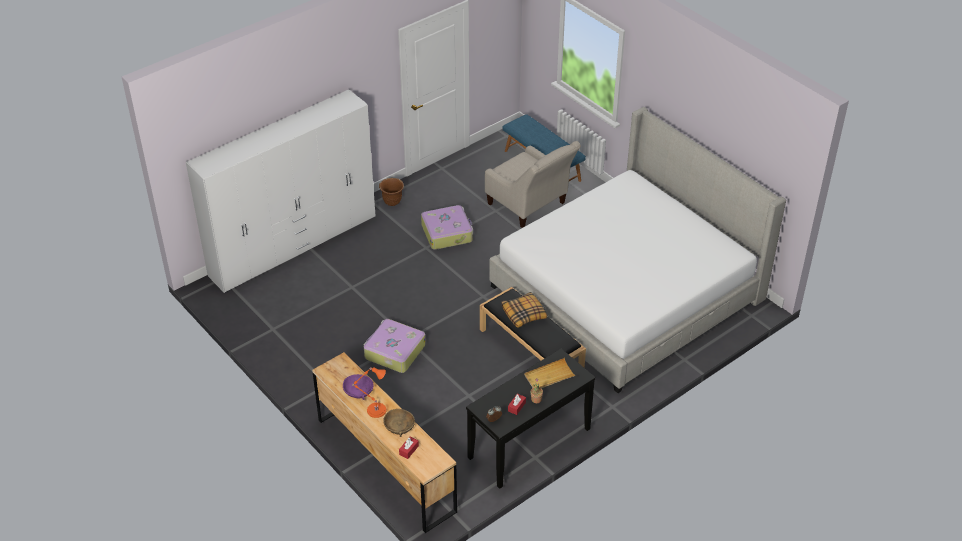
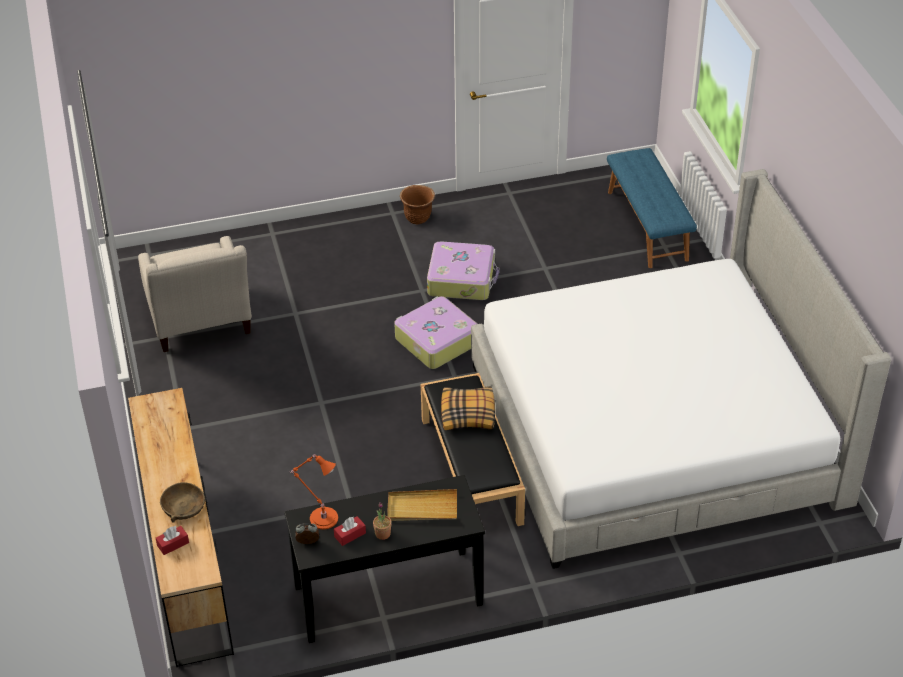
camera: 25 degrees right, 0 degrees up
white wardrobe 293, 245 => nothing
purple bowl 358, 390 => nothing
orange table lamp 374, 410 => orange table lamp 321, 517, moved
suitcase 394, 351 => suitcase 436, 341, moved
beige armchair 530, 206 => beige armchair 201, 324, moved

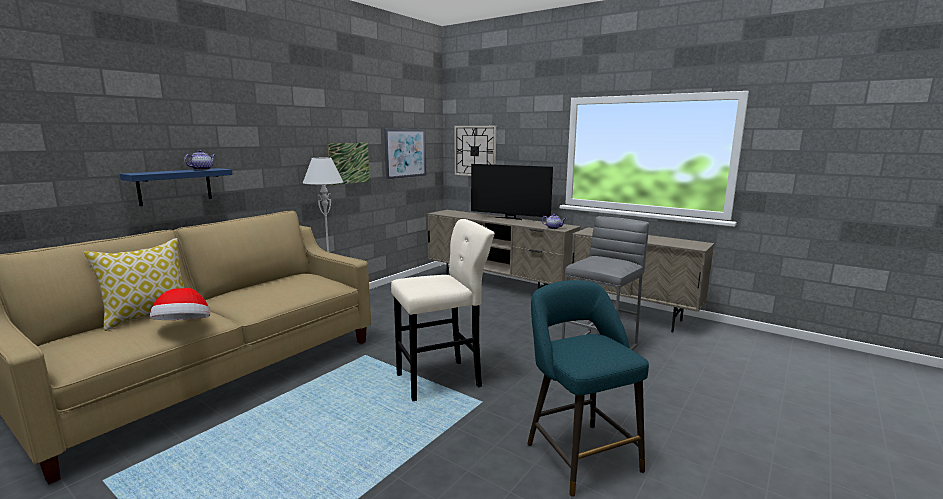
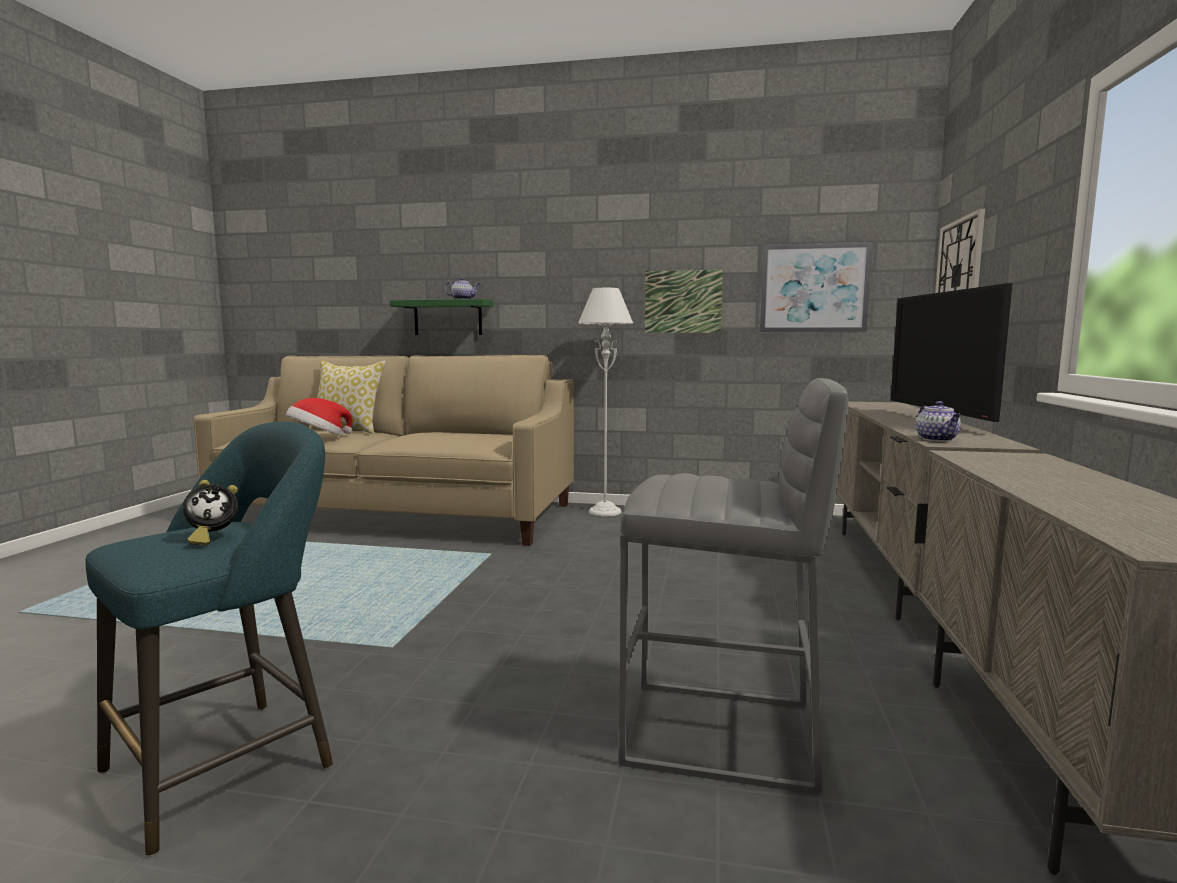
camera: 65 degrees right, 5 degrees down
beige stool 443, 379 => nothing
nothing => alarm clock 211, 538
blue shelf 175, 186 => green shelf 448, 318

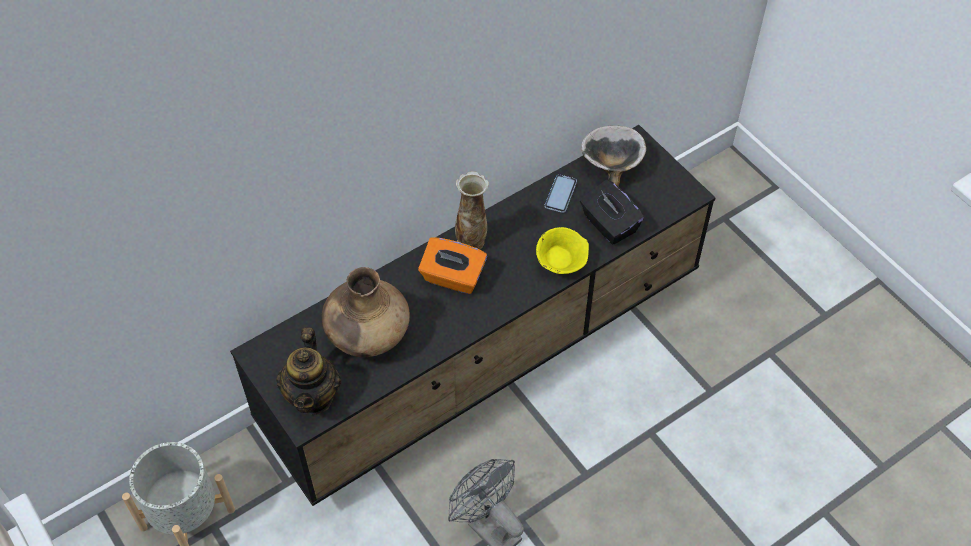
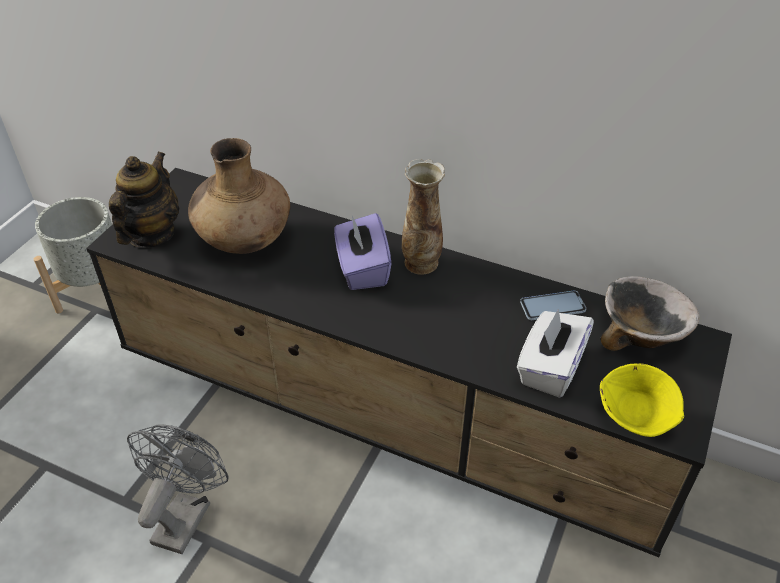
camera: 60 degrees right, 10 degrees down
yellow bowl 561, 264 => yellow bowl 635, 420, moved
orange tissue box 452, 278 => purple tissue box 362, 269
black tissue box 609, 225 => white tissue box 550, 368
teapot 313, 396 => teapot 151, 234, 135 degrees clockwise

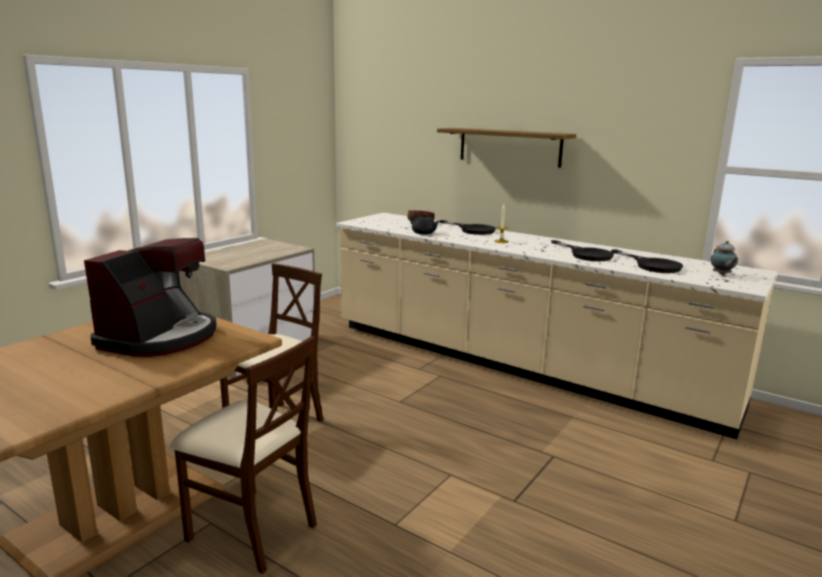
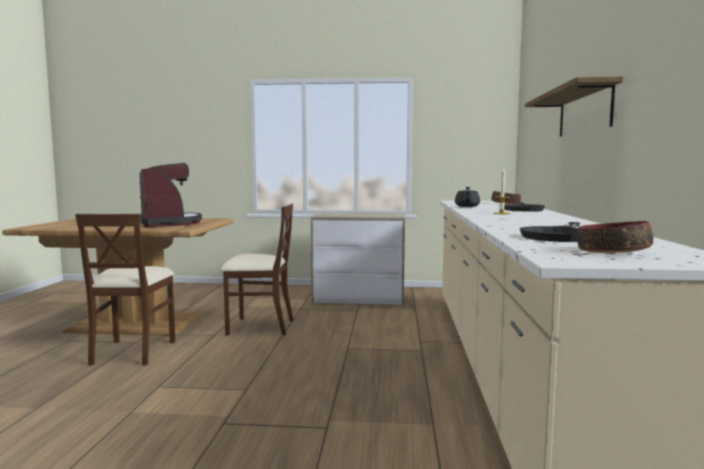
camera: 60 degrees right, 10 degrees down
black frying pan 586, 254 => nothing
teapot 721, 274 => bowl 612, 252
coffee machine 160, 337 => coffee machine 169, 223, 105 degrees counterclockwise

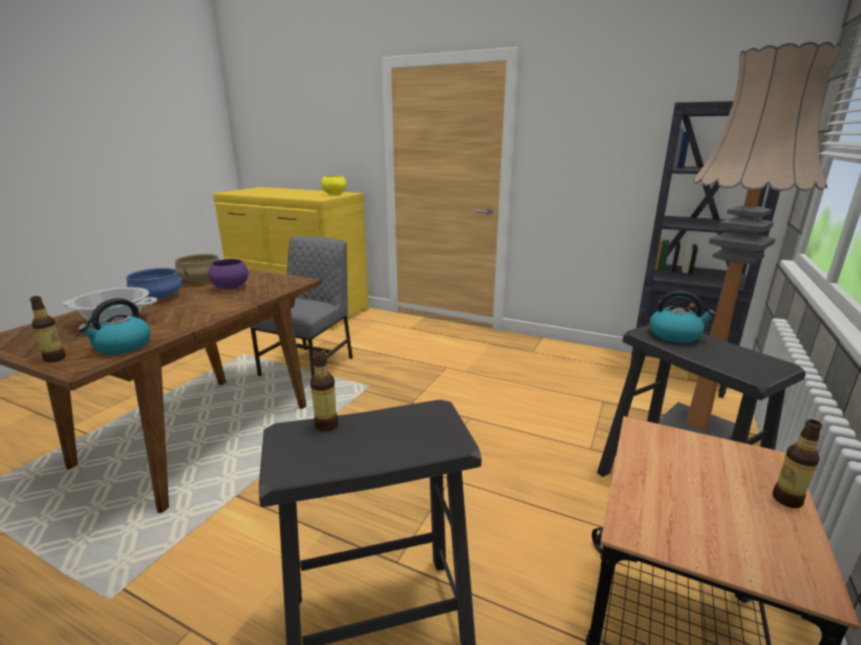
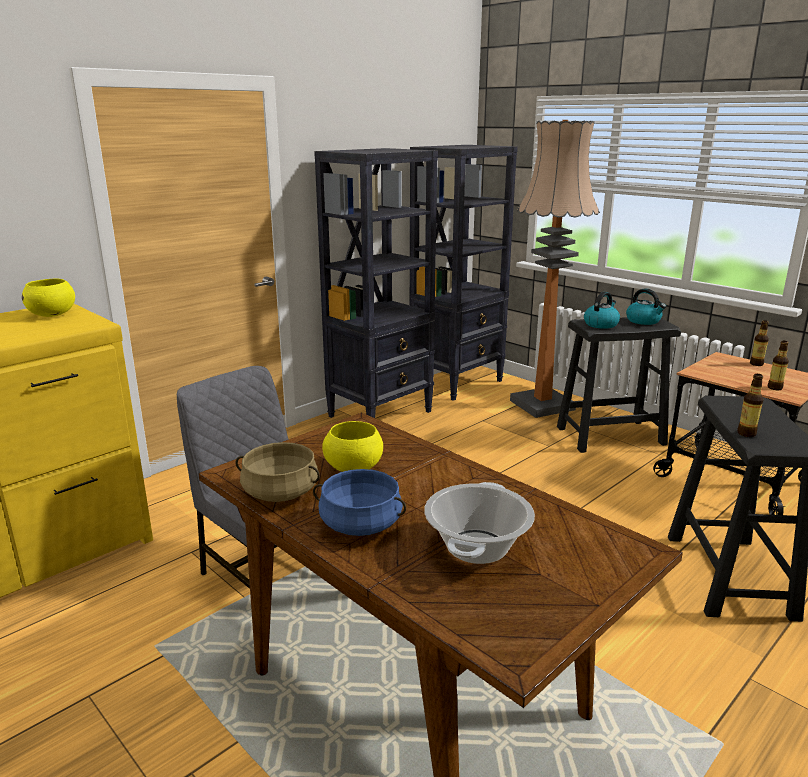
camera: 70 degrees left, 0 degrees up
nothing => black bookcase 381, 413
bottle 55, 358 => bottle 774, 388, moved
kettle 122, 346 => kettle 644, 321, moved
purple bowl 230, 288 => yellow bowl 353, 468

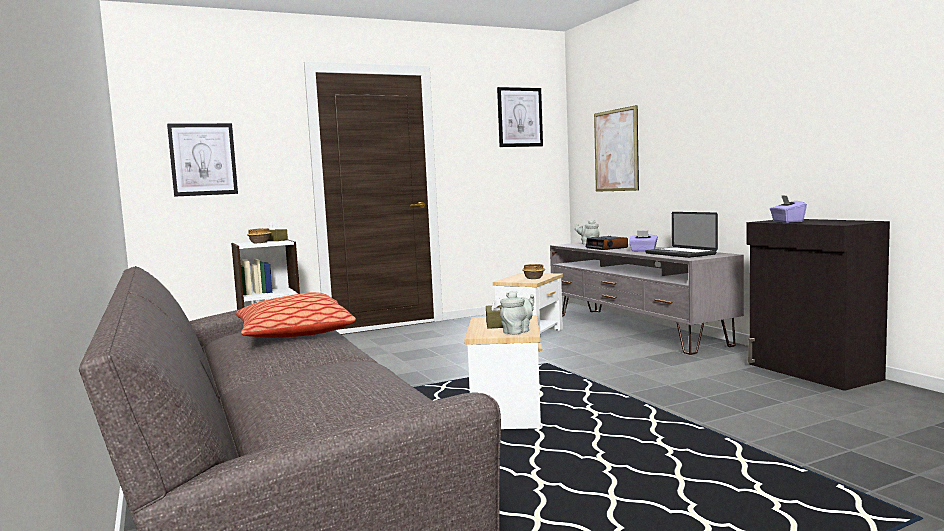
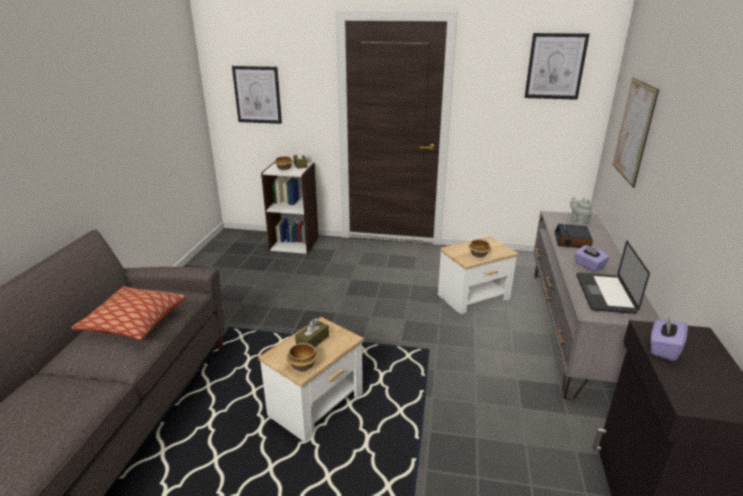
camera: 35 degrees right, 20 degrees up
grey teapot 518, 331 => bowl 302, 365

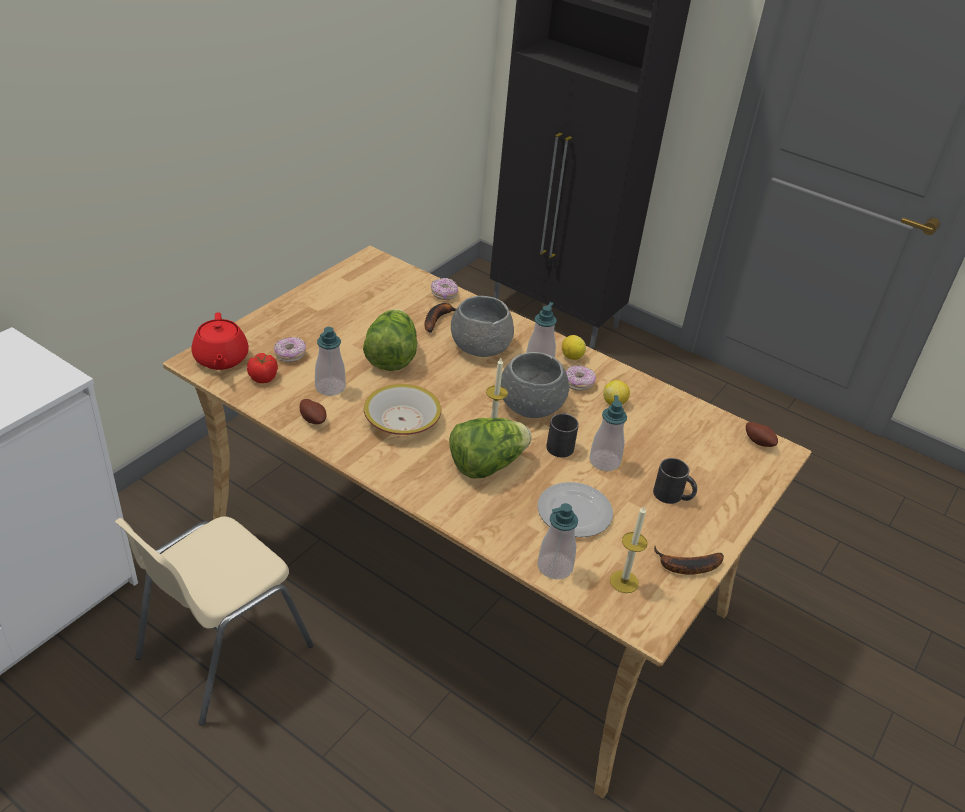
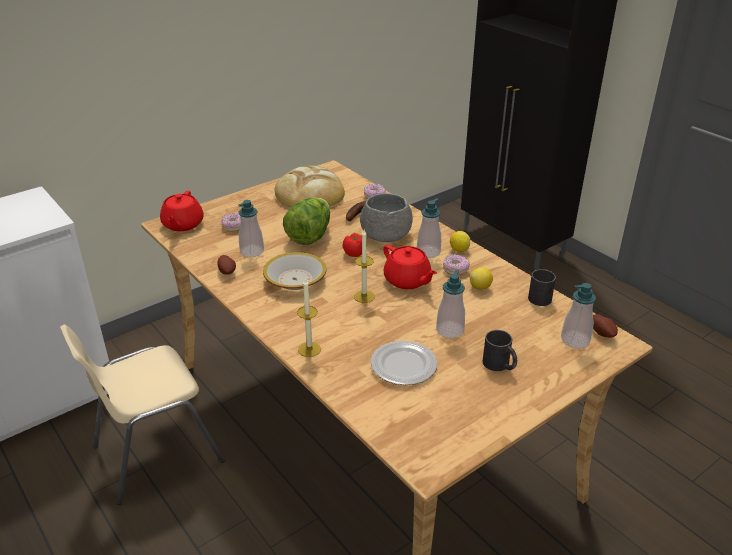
camera: 20 degrees right, 5 degrees down
lettuce 486, 465 => nothing
banana 685, 567 => nothing
nothing => bread 310, 193
tomato 263, 377 => tomato 355, 253, moved
soap dispenser 555, 567 => soap dispenser 575, 340, moved
black mug 560, 443 => black mug 540, 296, moved
candle 624, 581 => candle 309, 349, moved
grey bowl 532, 404 => red teapot 407, 280

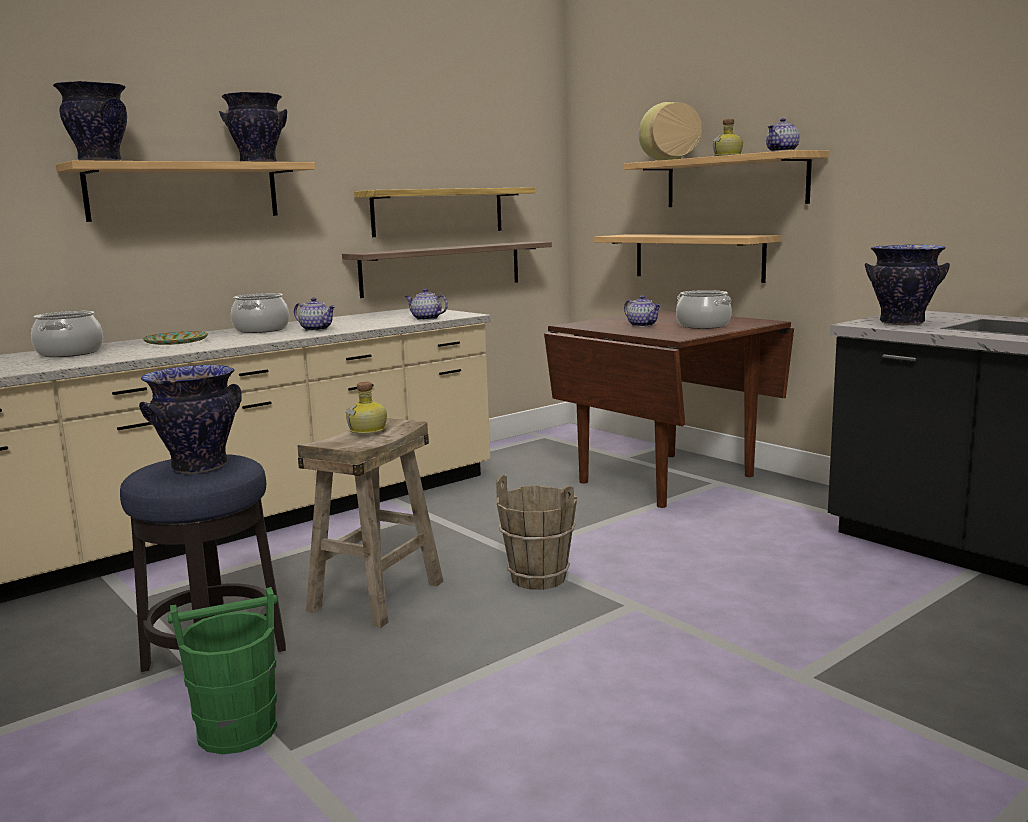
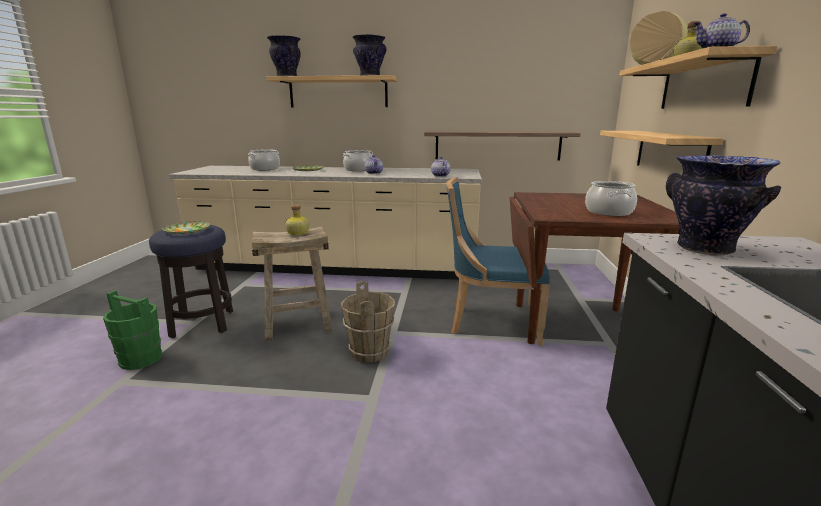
camera: 45 degrees right, 5 degrees up
shelf 438, 211 => nothing
teapot 643, 325 => nothing
nothing => blue chair 491, 322
vase 199, 466 => plate 187, 230

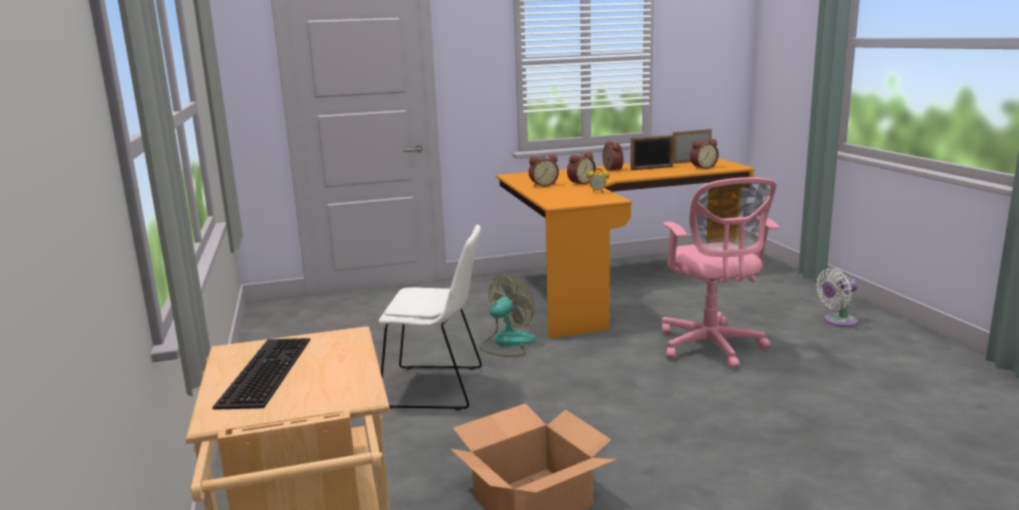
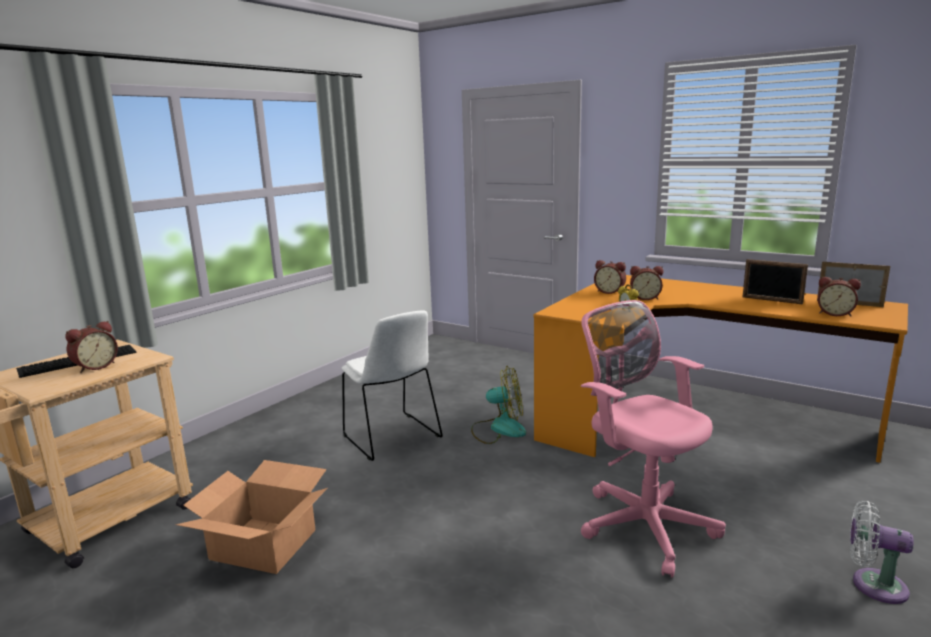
camera: 50 degrees right, 0 degrees up
alarm clock 611, 170 => alarm clock 95, 367, moved
pink office chair 711, 348 => pink office chair 642, 523, 105 degrees clockwise

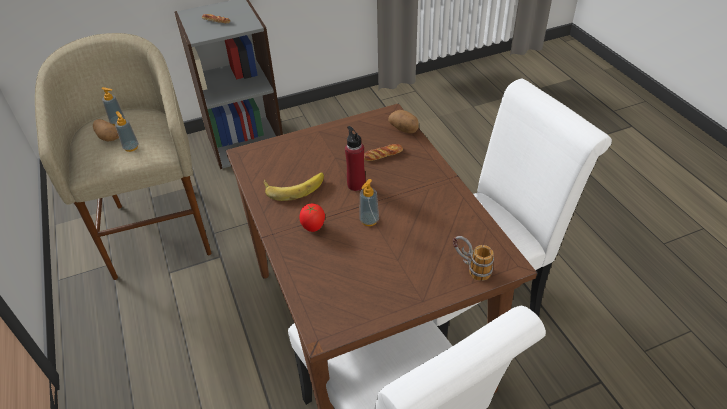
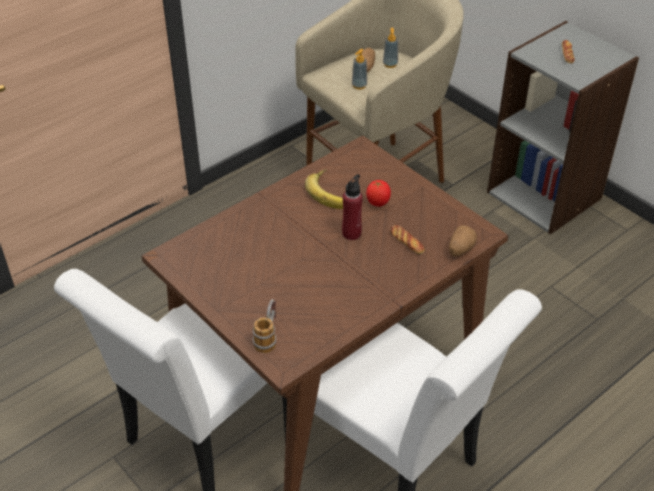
camera: 70 degrees right, 0 degrees up
soap dispenser 369, 220 => nothing
tomato 313, 228 => tomato 377, 203, moved

